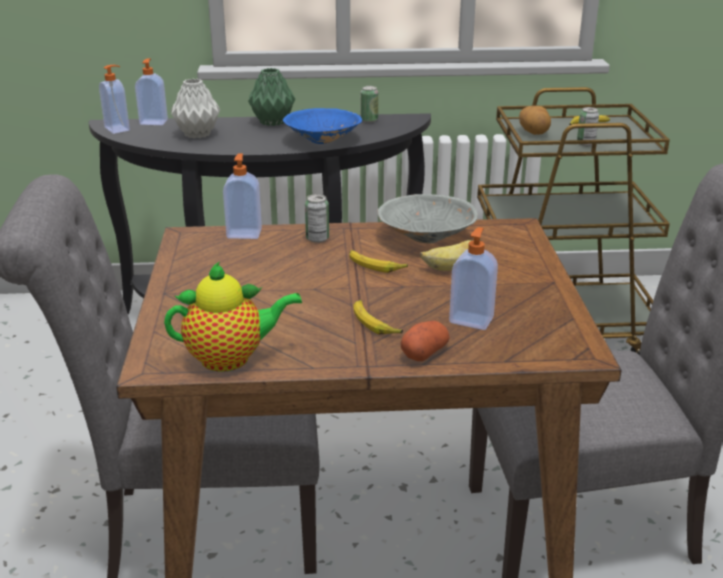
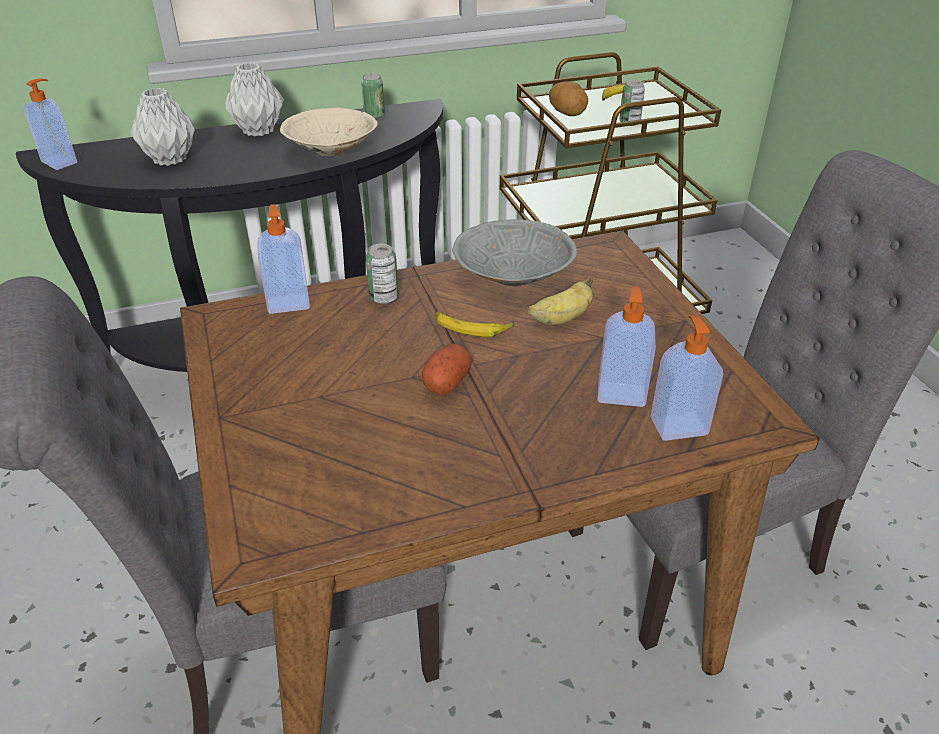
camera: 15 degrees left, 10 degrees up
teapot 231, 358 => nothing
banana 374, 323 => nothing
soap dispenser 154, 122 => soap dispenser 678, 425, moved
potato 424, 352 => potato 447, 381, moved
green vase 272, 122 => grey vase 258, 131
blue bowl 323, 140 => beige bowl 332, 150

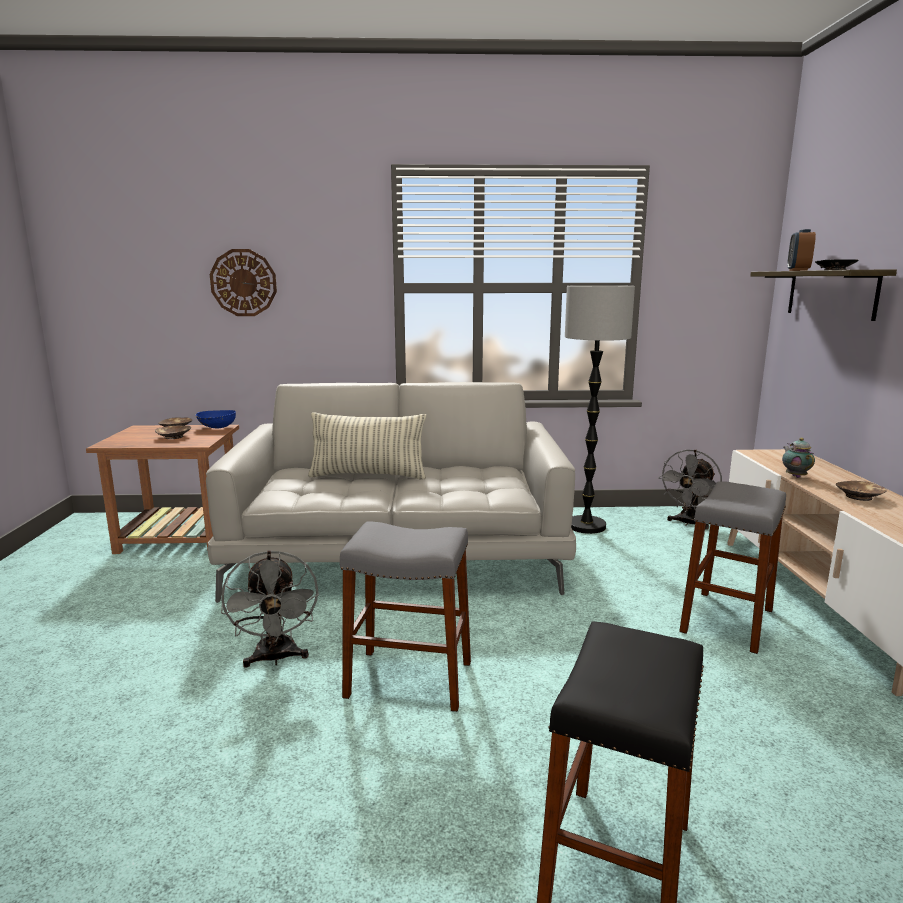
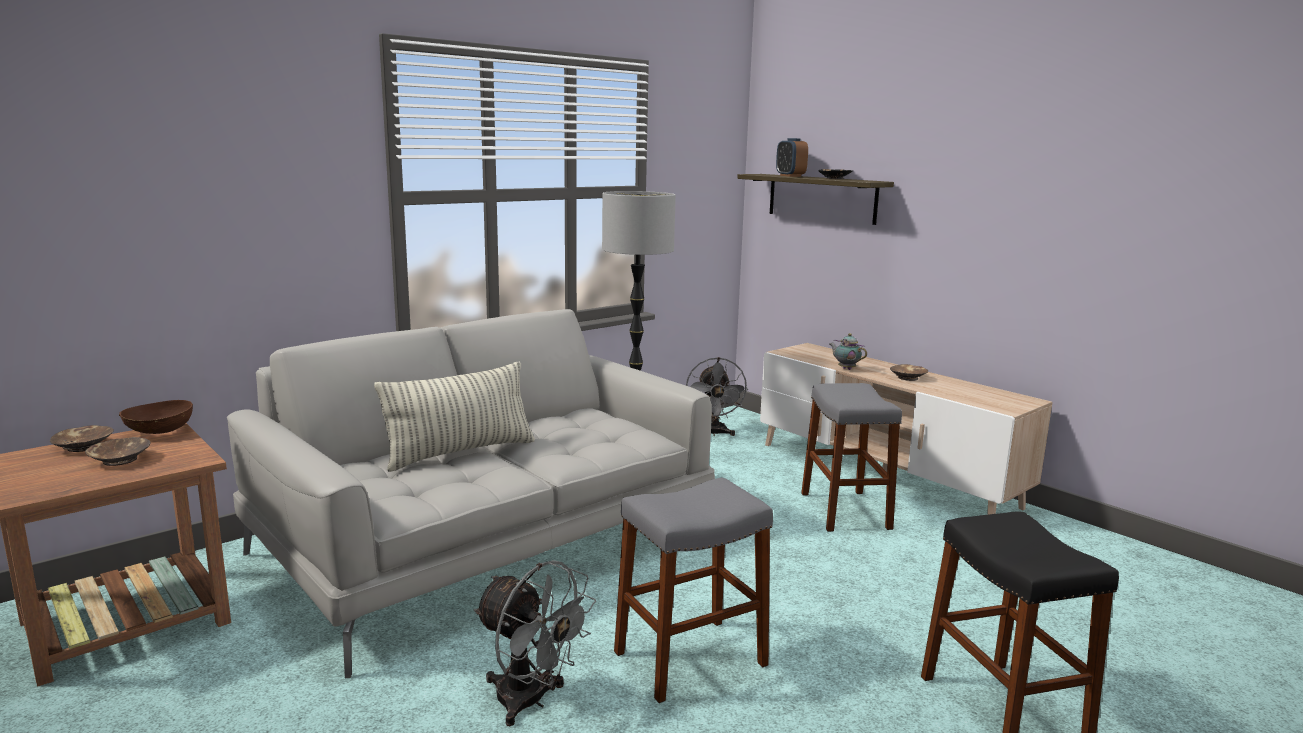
camera: 40 degrees left, 0 degrees up
wall clock 243, 283 => nothing
blue bowl 216, 428 => brown bowl 159, 432

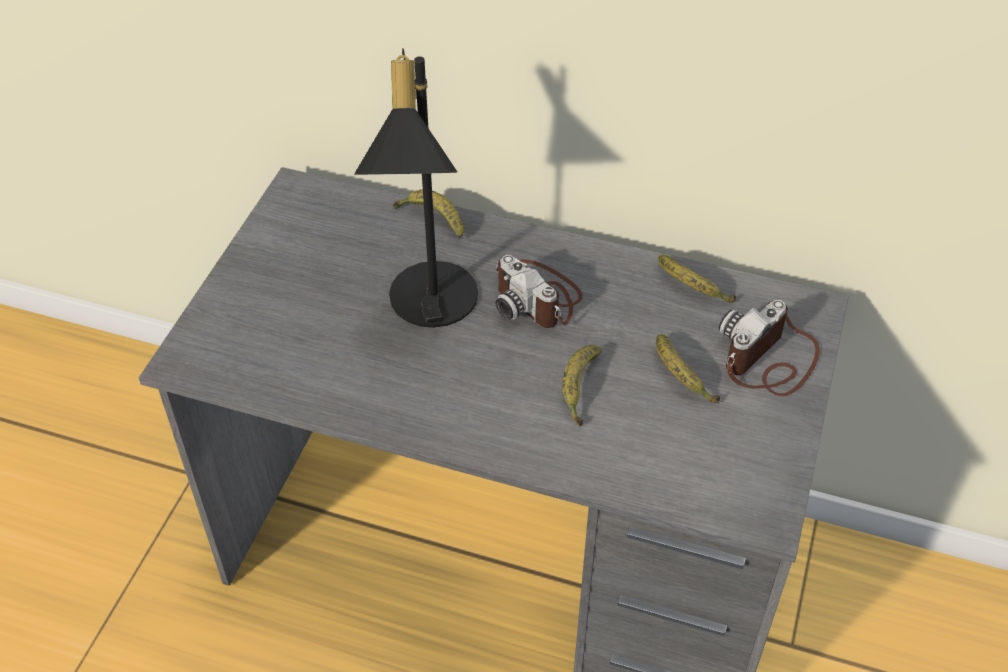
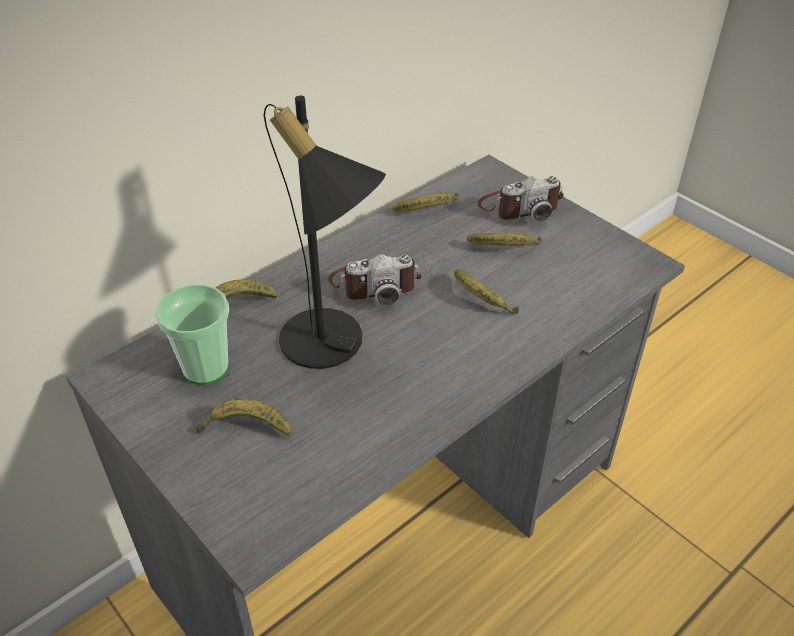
camera: 60 degrees left, 5 degrees down
nothing => cup 205, 368
nothing => banana 246, 427
photo camera 769, 360 => photo camera 519, 206, 90 degrees counterclockwise

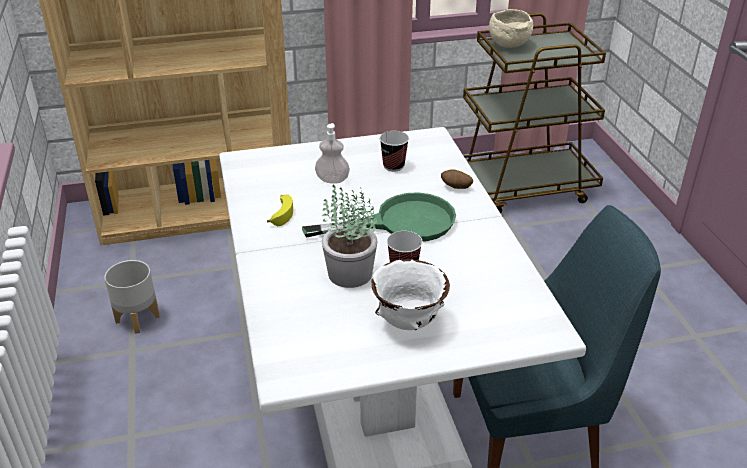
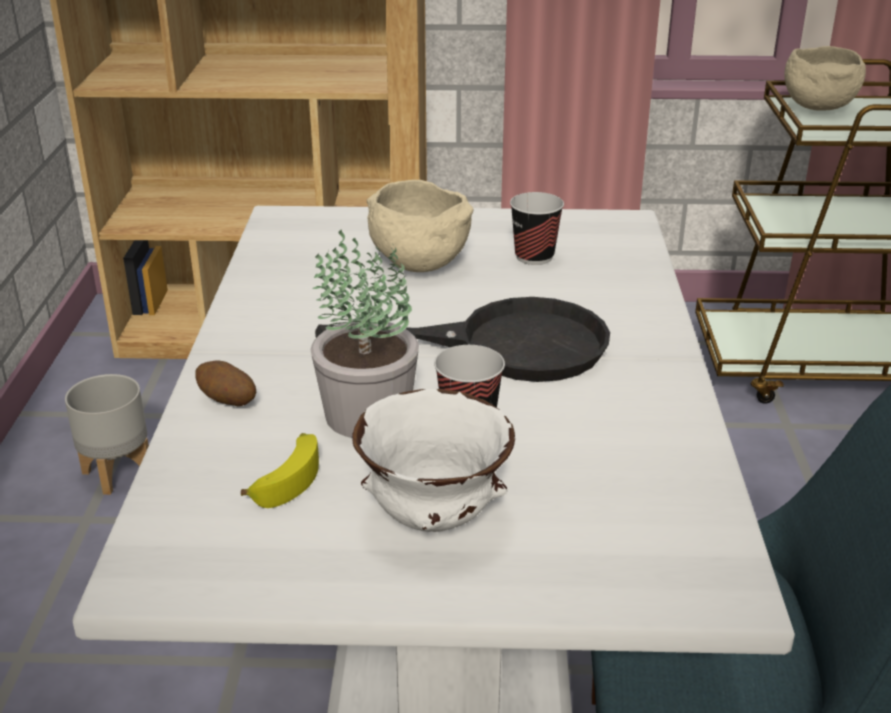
camera: 15 degrees right, 5 degrees down
banana 281, 213 => banana 287, 477, moved
potato 456, 187 => potato 227, 402, moved
soap dispenser 332, 180 => beige bowl 416, 264
green frying pan 401, 223 => black frying pan 504, 345

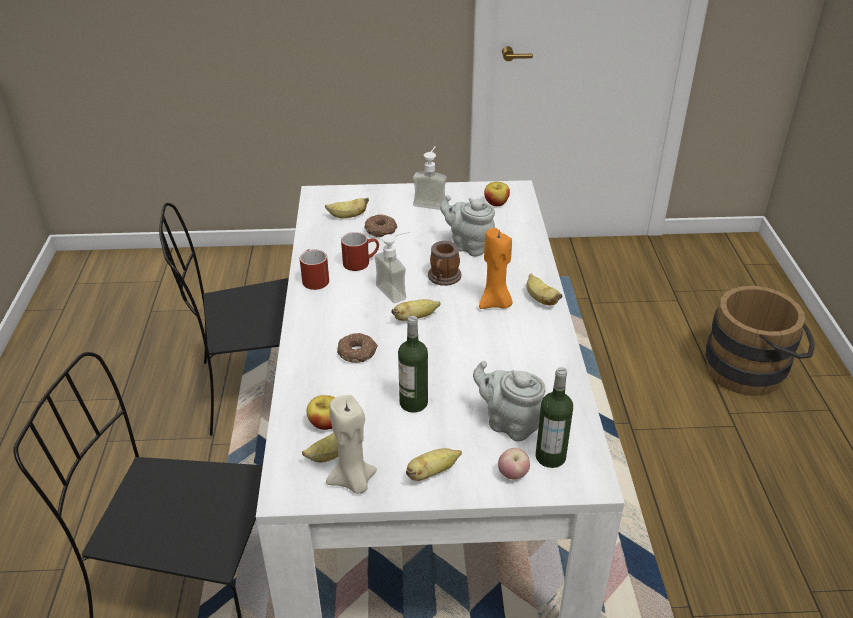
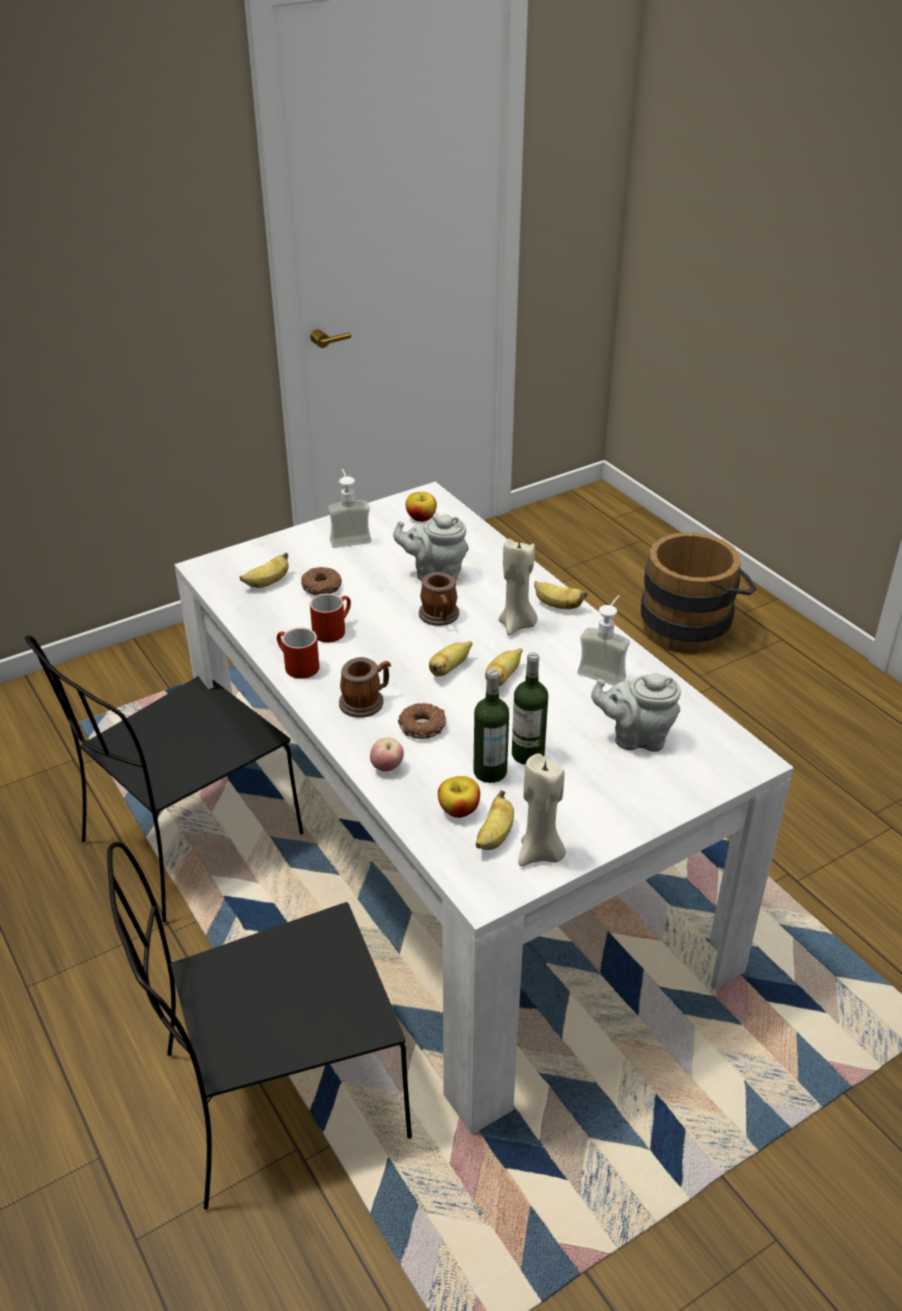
camera: 30 degrees left, 0 degrees up
nothing => mug 366, 701
soap dispenser 397, 290 => soap dispenser 605, 670, moved
banana 432, 472 => banana 502, 678, moved
apple 513, 475 => apple 387, 767, moved
bottle 550, 457 => bottle 490, 772, moved
orange candle 495, 303 => beige candle 517, 625

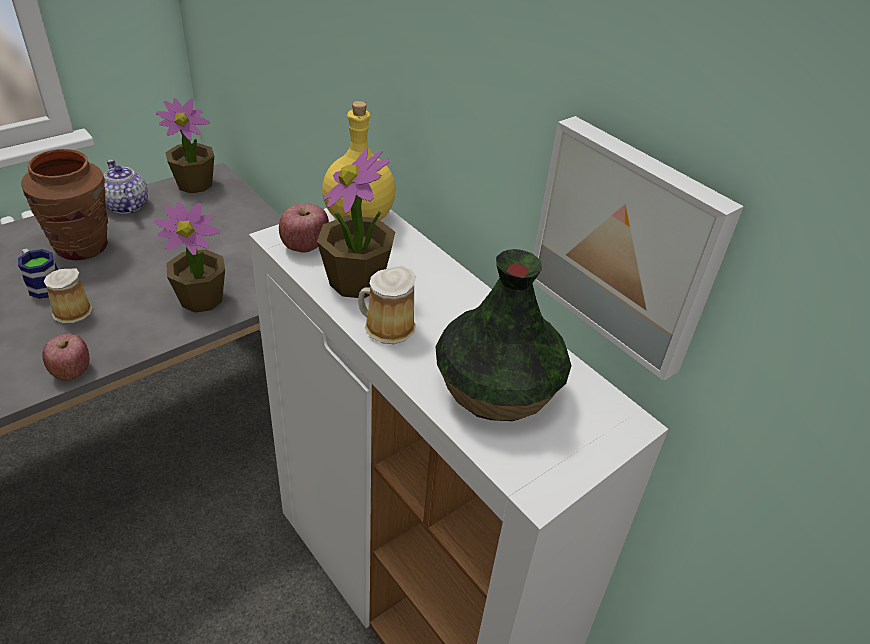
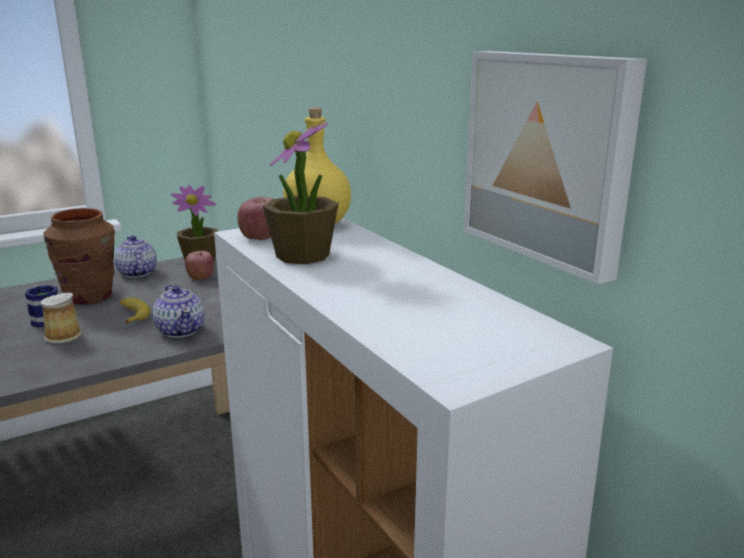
camera: 10 degrees right, 20 degrees down
mug 386, 327 => nothing
vase 498, 388 => nothing
nothing => banana 132, 315
apple 71, 371 => apple 200, 277, moved
potted plant 202, 299 => teapot 181, 330

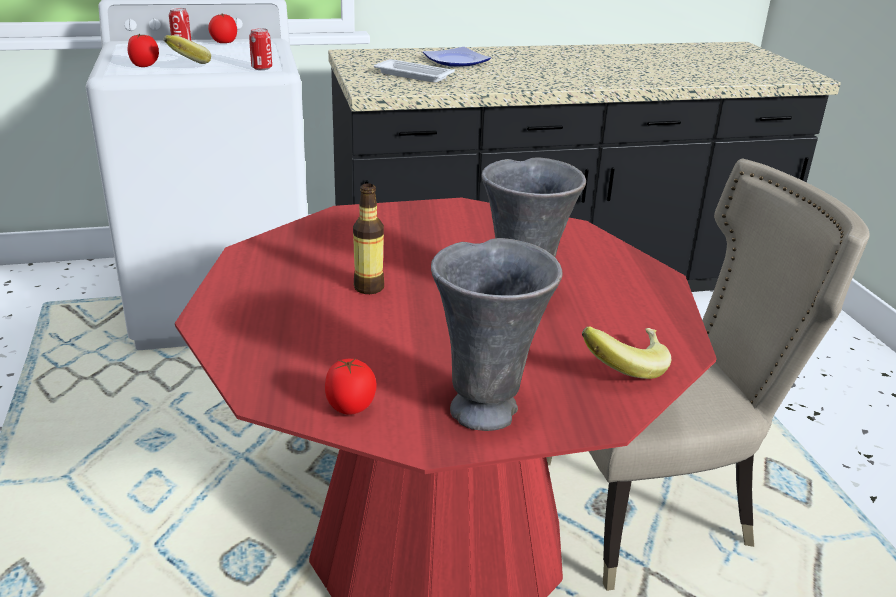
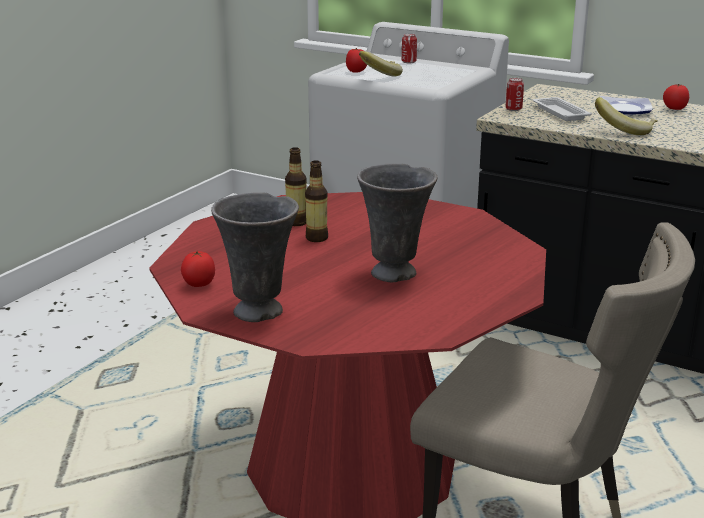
camera: 45 degrees right, 5 degrees down
nothing => bottle 296, 222
tomato 223, 43 => tomato 674, 109, moved
can 261, 68 => can 513, 109, moved
banana 623, 366 => banana 625, 130, moved

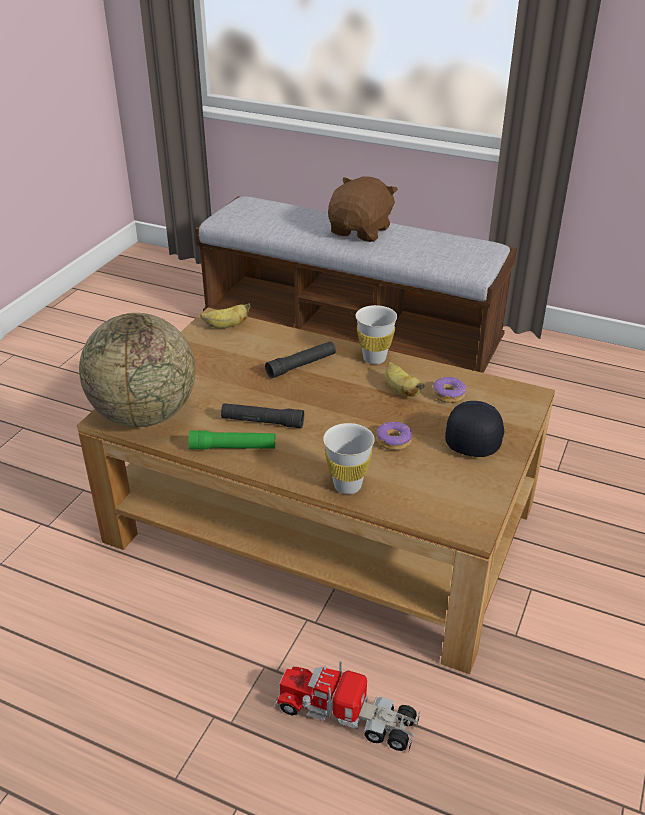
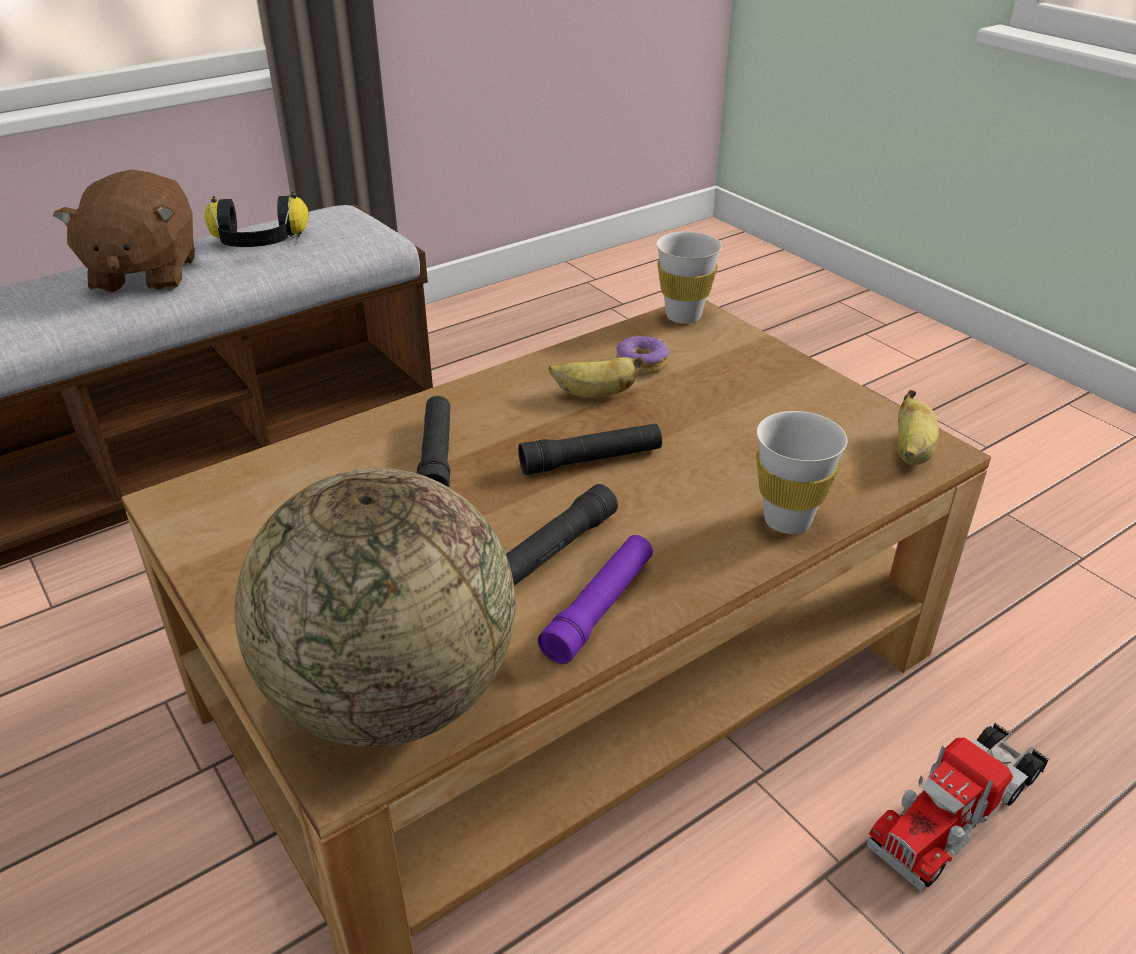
camera: 60 degrees left, 0 degrees up
donut 393, 441 => nothing
black cap 474, 436 => nothing
nothing => headphones 259, 244
nothing => black flashlight 591, 460
banana 226, 326 => banana 911, 452, moved
white cup 374, 358 => white cup 683, 316, moved
green flashlight 233, 447 => purple flashlight 599, 608
brown plush toy 361, 231 => brown plush toy 144, 274, 150 degrees counterclockwise

